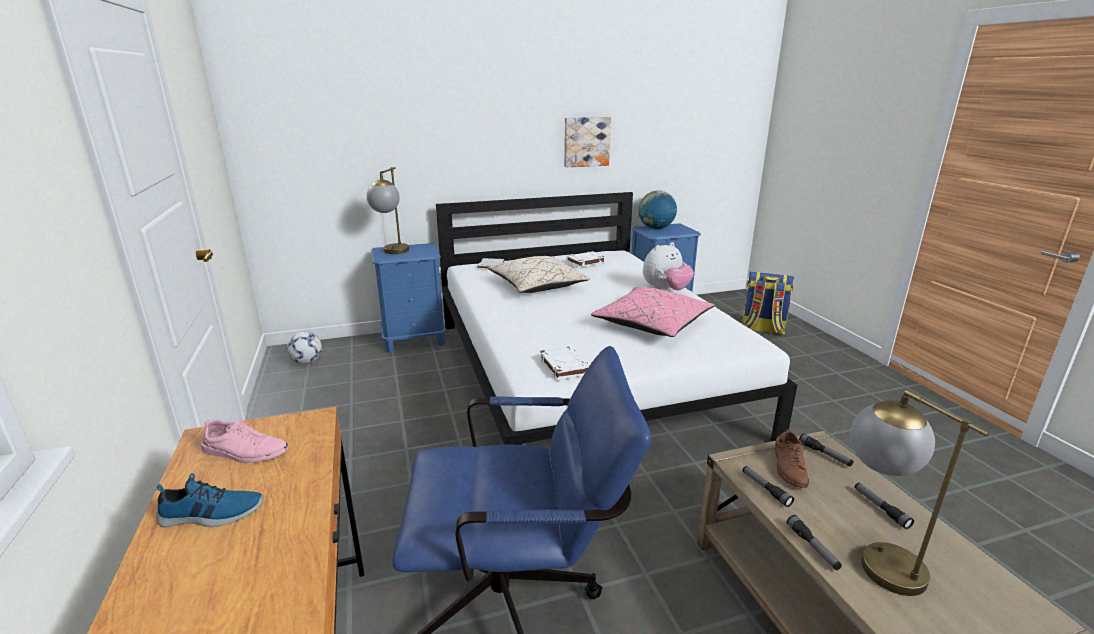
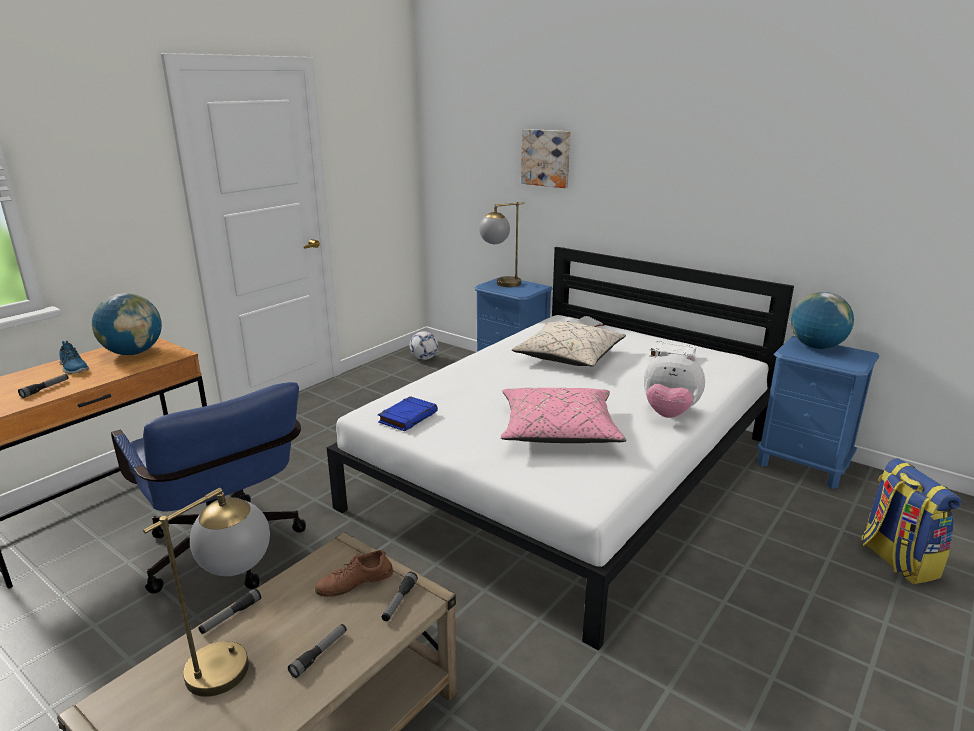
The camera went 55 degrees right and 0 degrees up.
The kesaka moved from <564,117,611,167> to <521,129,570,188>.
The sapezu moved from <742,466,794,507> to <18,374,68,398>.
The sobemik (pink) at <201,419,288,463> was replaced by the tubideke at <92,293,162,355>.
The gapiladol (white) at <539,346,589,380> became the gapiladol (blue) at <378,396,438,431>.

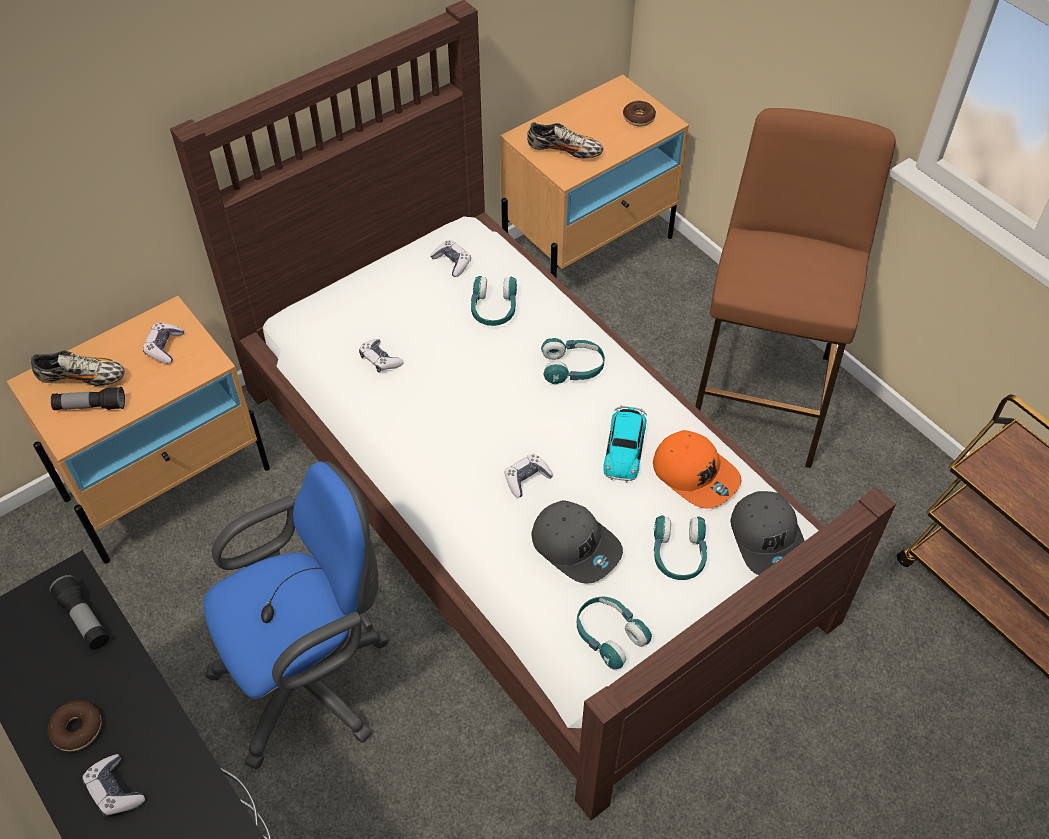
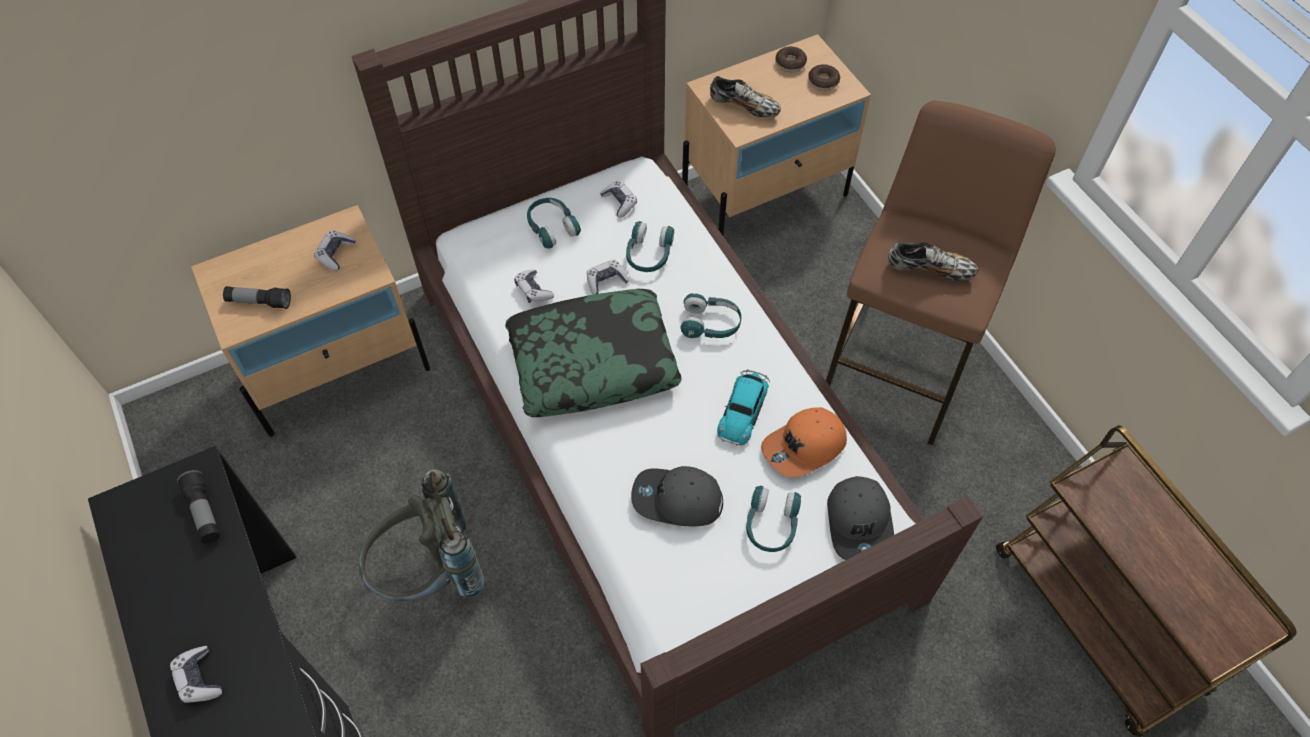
The camera went 10 degrees right and 5 degrees up.
The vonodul at <505,289,682,417> appeared.
The sobemik moved from <31,351,125,386> to <888,242,978,281>.
The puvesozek moved from <47,700,101,752> to <775,46,807,72>.
The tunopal moved from <505,453,554,498> to <587,260,629,294>.
The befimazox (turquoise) moved from <577,597,652,670> to <527,198,581,248>.
The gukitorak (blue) at <203,461,390,769> was replaced by the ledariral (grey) at <359,469,484,601>.
The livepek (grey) at <531,500,623,584> turned 135 degrees clockwise.
The livepek (orange) at <653,430,742,509> turned 90 degrees clockwise.

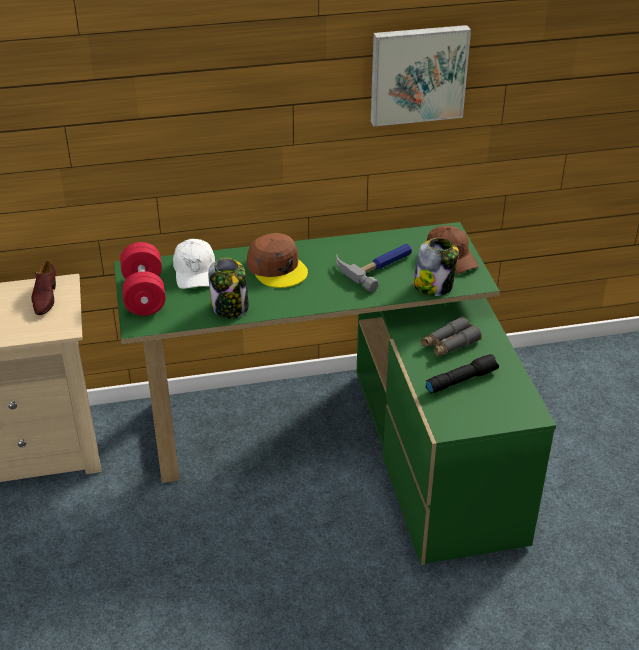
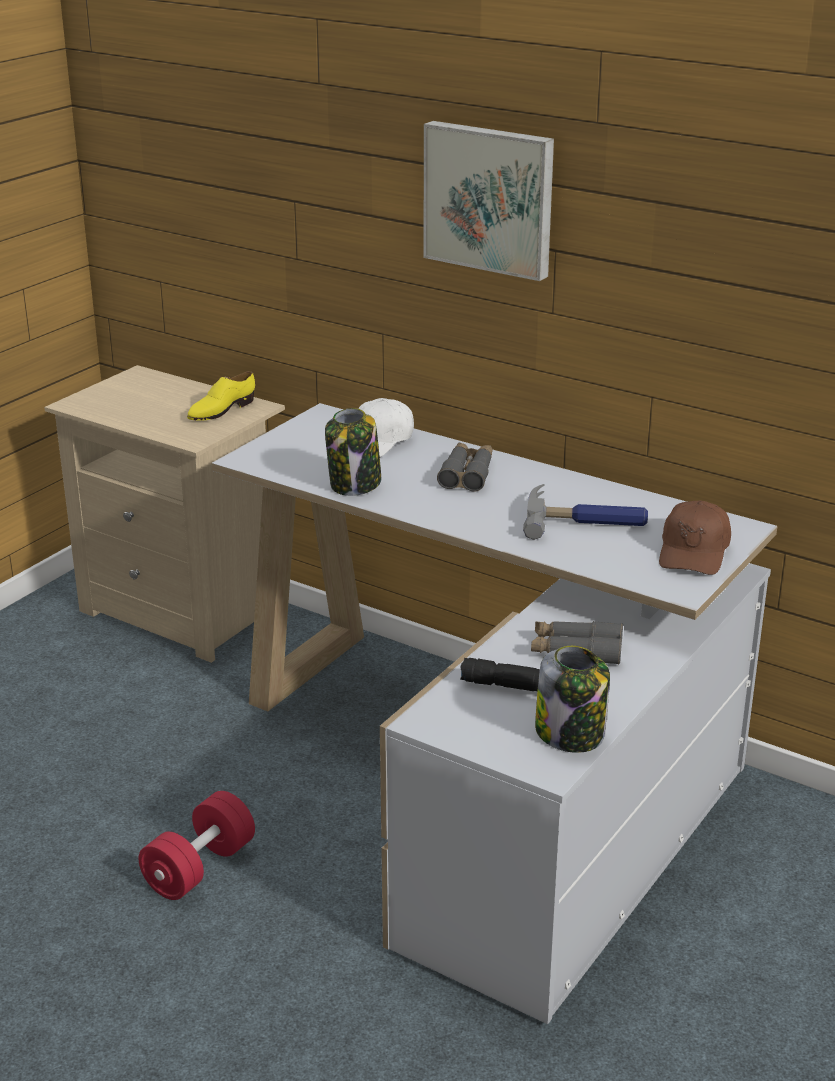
The camera went 45 degrees right and 10 degrees down.
The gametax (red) moved from <120,242,166,316> to <139,791,255,900>.
The kesaka moved from <371,25,471,127> to <424,121,554,281>.
The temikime moved from <413,238,459,296> to <535,646,610,753>.
The livepek (brown) at <247,233,308,288> was replaced by the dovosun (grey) at <437,443,493,492>.
The sobemik (brown) at <31,260,56,315> became the sobemik (yellow) at <187,371,255,421>.
The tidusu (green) at <114,222,556,565> became the tidusu (white) at <212,403,777,1024>.

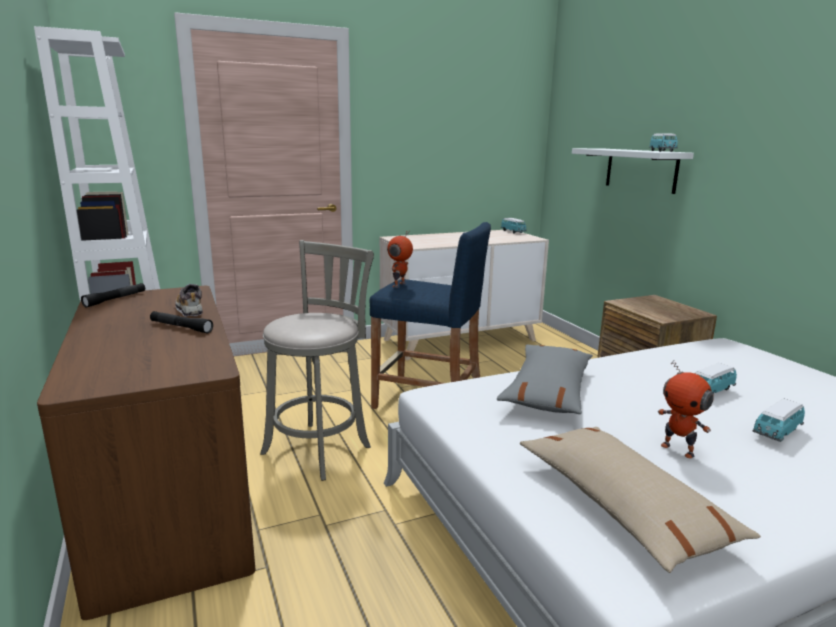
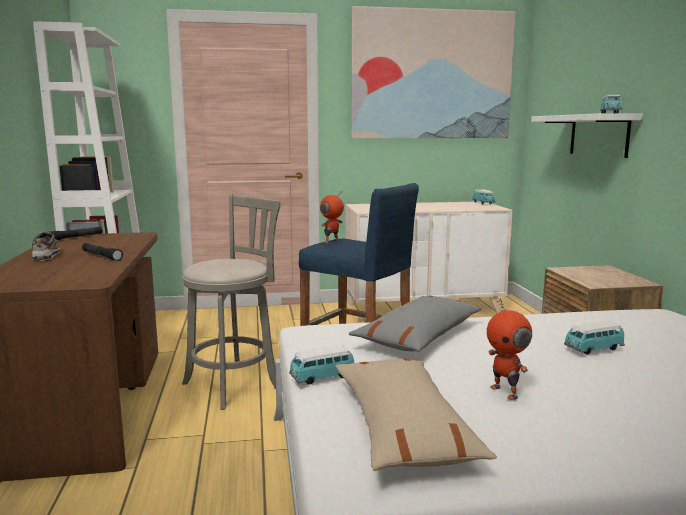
The camera went 15 degrees right and 5 degrees down.
The kesaka at <351,6,516,138> appeared.
The sobemik moved from <175,284,203,317> to <32,232,60,261>.
The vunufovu moved from <752,398,805,442> to <289,345,354,385>.

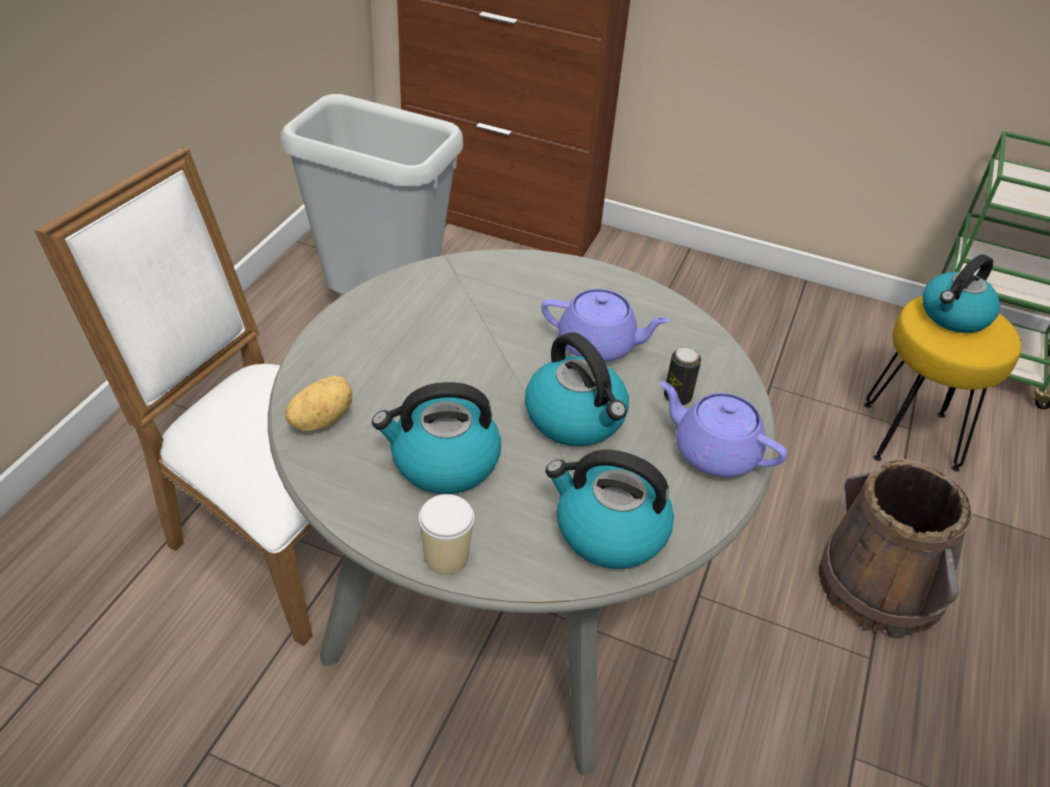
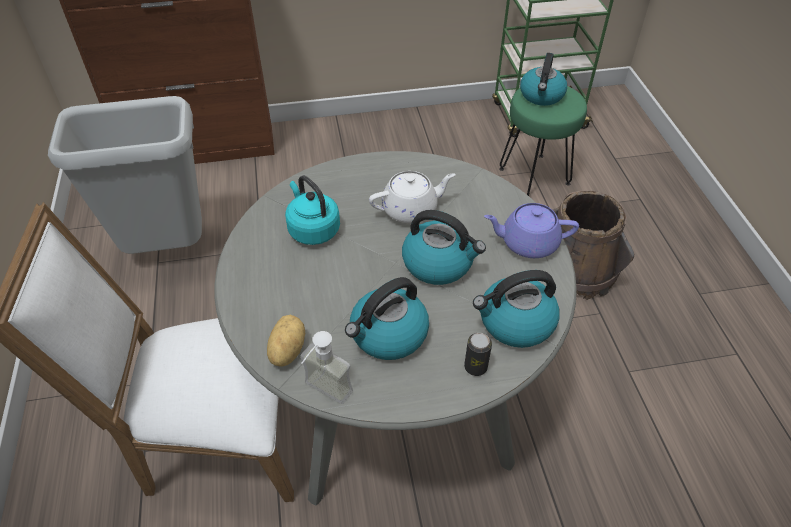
The camera went 30 degrees left and 5 degrees up.
The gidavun at <419,494,474,575> disappeared.
The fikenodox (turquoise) at <285,175,340,245> appeared.
The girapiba at <300,331,353,404> appeared.
The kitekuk moved from <664,347,701,405> to <464,333,492,376>.
The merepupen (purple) at <541,289,670,362> became the merepupen (white) at <369,171,456,223>.
The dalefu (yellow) at <864,296,1022,472> became the dalefu (green) at <499,86,587,196>.

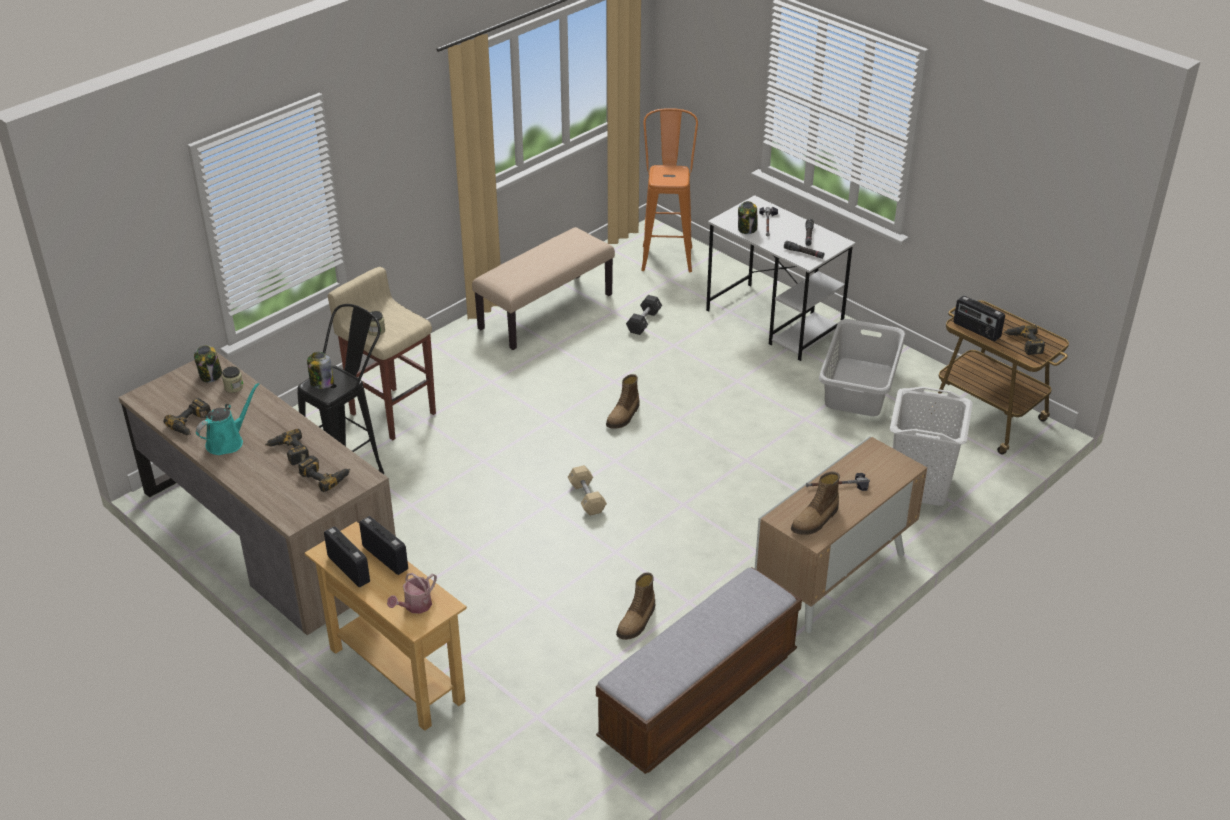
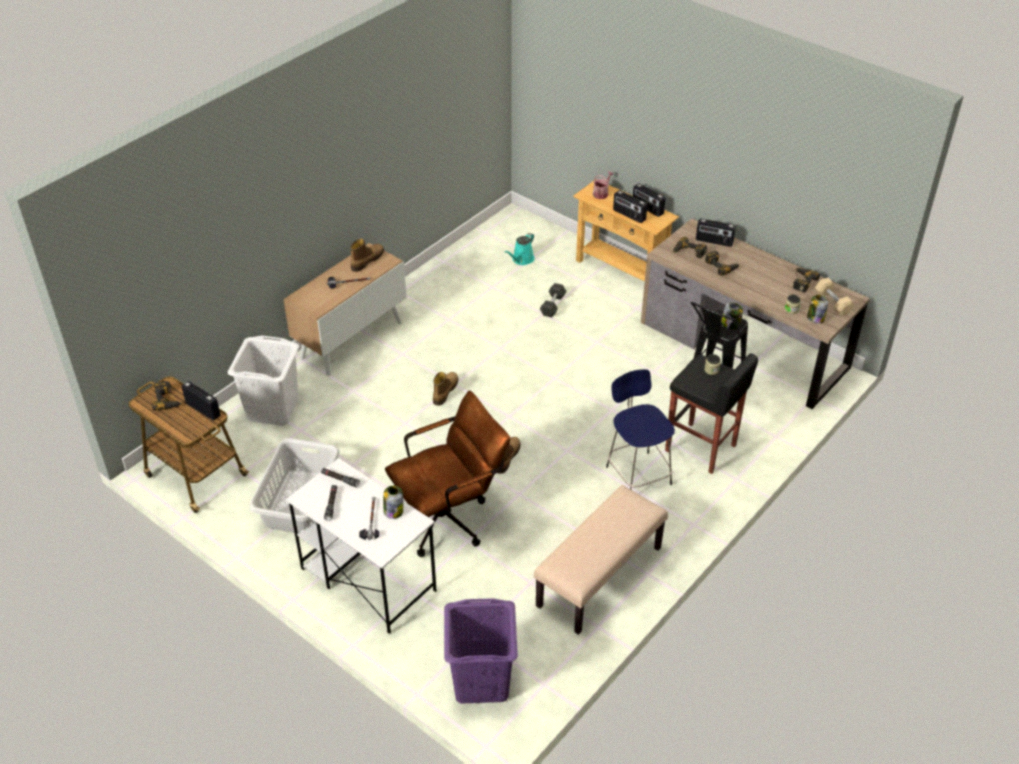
The camera went 175 degrees right and 5 degrees up.
The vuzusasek at <596,567,802,774> disappeared.
The gukitorak (brown) at <385,391,511,557> appeared.
The dalefu (blue) at <606,369,675,490> appeared.
The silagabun at <696,219,736,247> appeared.
The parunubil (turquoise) moved from <196,383,259,455> to <505,233,535,265>.
The gametax (beige) moved from <568,465,607,516> to <815,278,854,316>.
The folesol moved from <616,572,655,640> to <433,372,458,406>.
The gametax (black) moved from <626,295,662,335> to <540,283,566,317>.
The dalefu (orange) at <641,108,698,272> was replaced by the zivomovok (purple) at <444,598,518,703>.
The dalefu (beige) at <328,267,436,440> became the dalefu (black) at <665,353,758,474>.

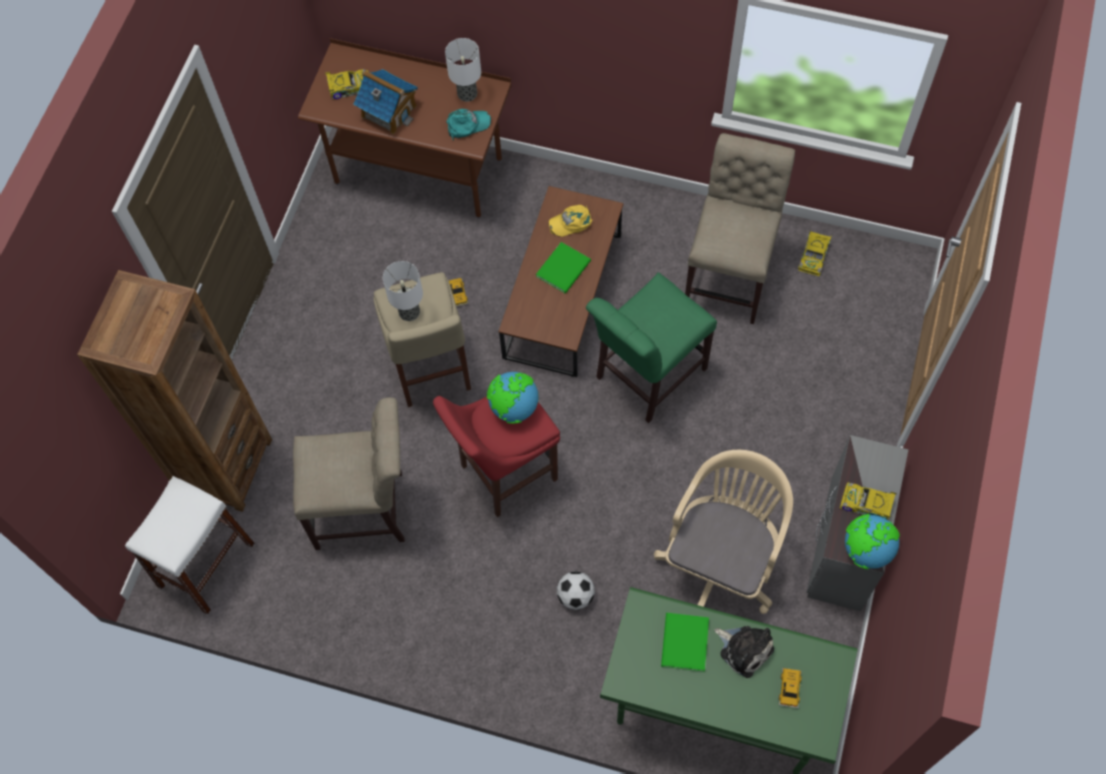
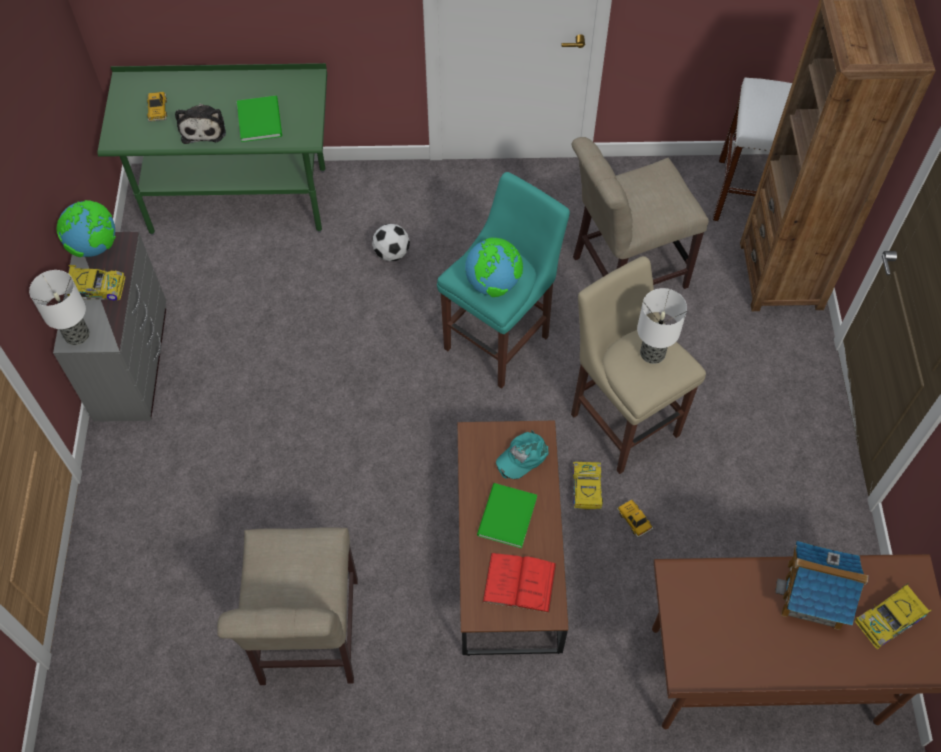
The camera went 160 degrees right and 5 degrees down.
The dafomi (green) at <586,272,717,423> disappeared.
The gukitorak (beige) at <654,450,793,614> disappeared.
The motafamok moved from <445,38,481,102> to <29,270,90,345>.
The livepek (turquoise) moved from <446,109,491,141> to <496,430,549,479>.
The vunufovu moved from <798,230,832,276> to <573,462,603,510>.
The livepek (yellow) at <548,205,592,237> was replaced by the gapiladol (red) at <482,553,557,613>.
The dalefu (red) at <433,396,560,517> became the dalefu (turquoise) at <437,172,570,389>.
The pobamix at <714,626,774,678> turned 120 degrees counterclockwise.

